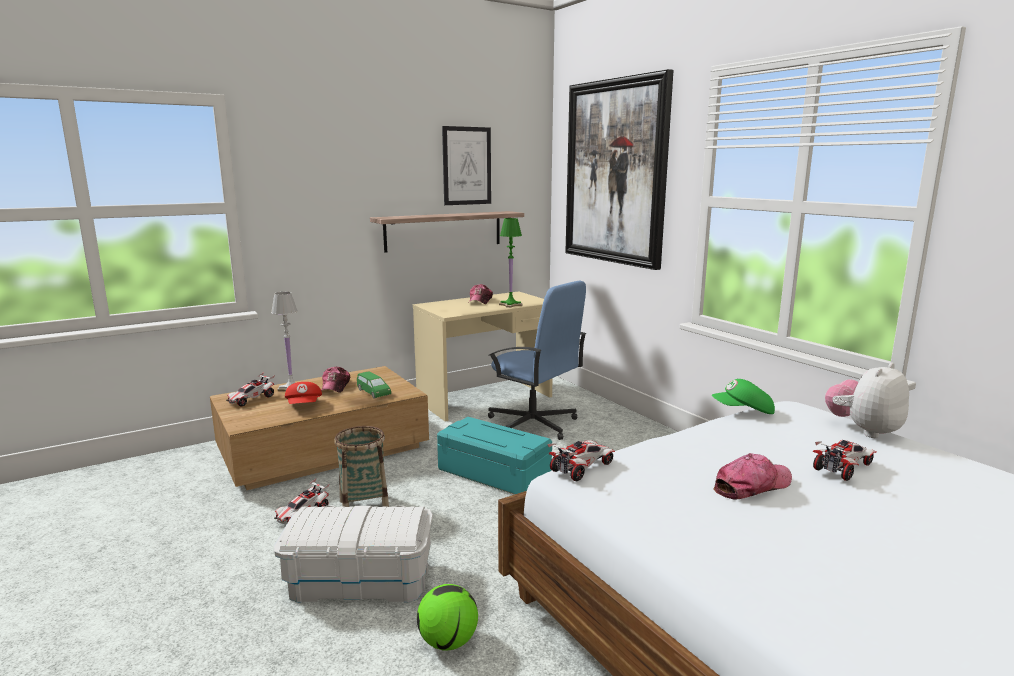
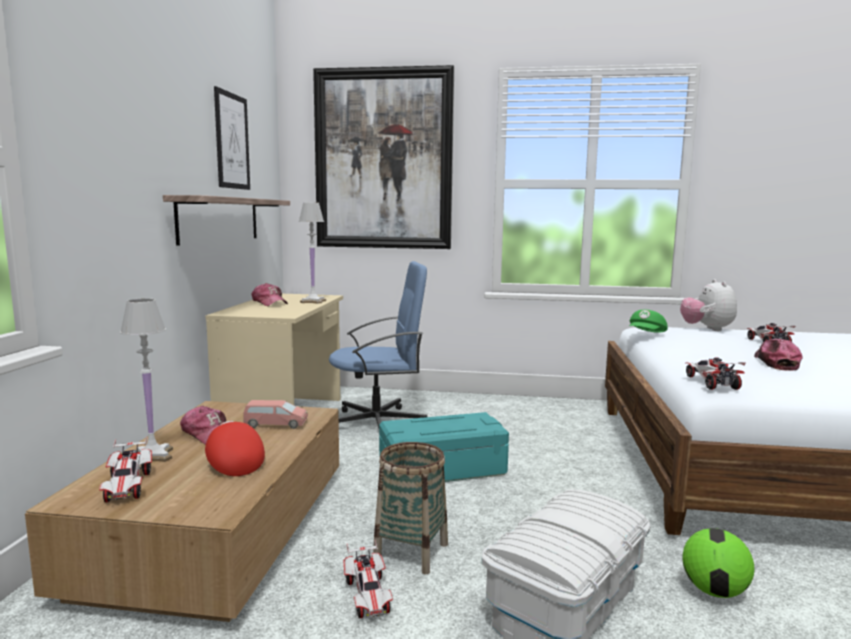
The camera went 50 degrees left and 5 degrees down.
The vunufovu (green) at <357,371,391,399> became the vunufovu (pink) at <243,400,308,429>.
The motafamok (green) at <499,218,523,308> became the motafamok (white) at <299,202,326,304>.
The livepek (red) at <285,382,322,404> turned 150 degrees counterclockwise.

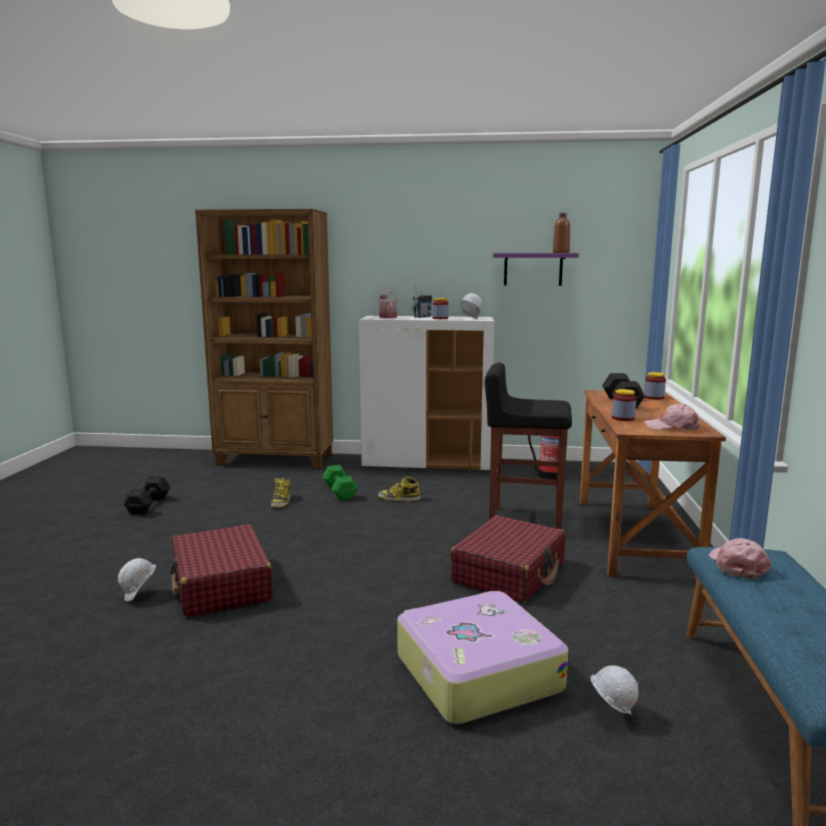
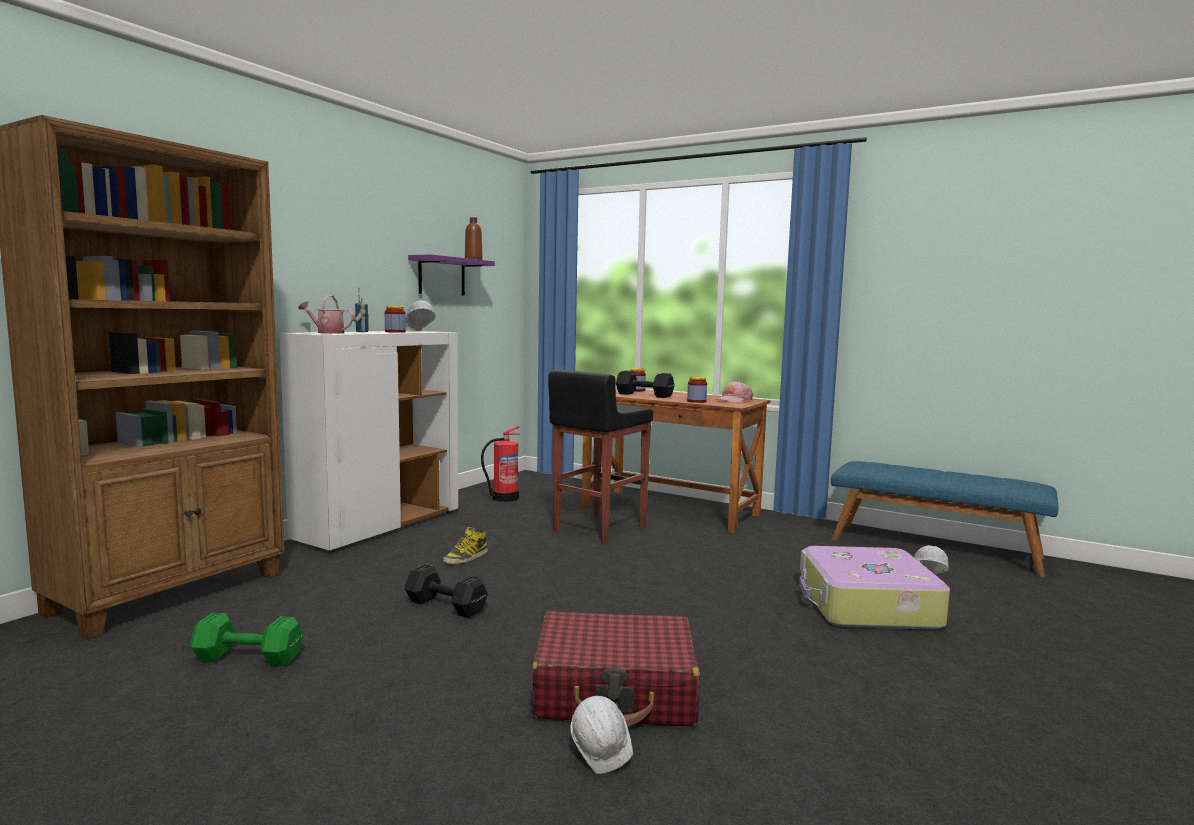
The camera went 65 degrees left and 5 degrees down.
The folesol at <271,478,291,508> disappeared.
The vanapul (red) at <451,515,565,603> disappeared.
The livepek (pink) at <709,538,771,579> disappeared.
The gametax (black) moved from <123,476,170,515> to <405,564,488,618>.
The gametax (green) moved from <323,465,358,501> to <190,613,303,666>.

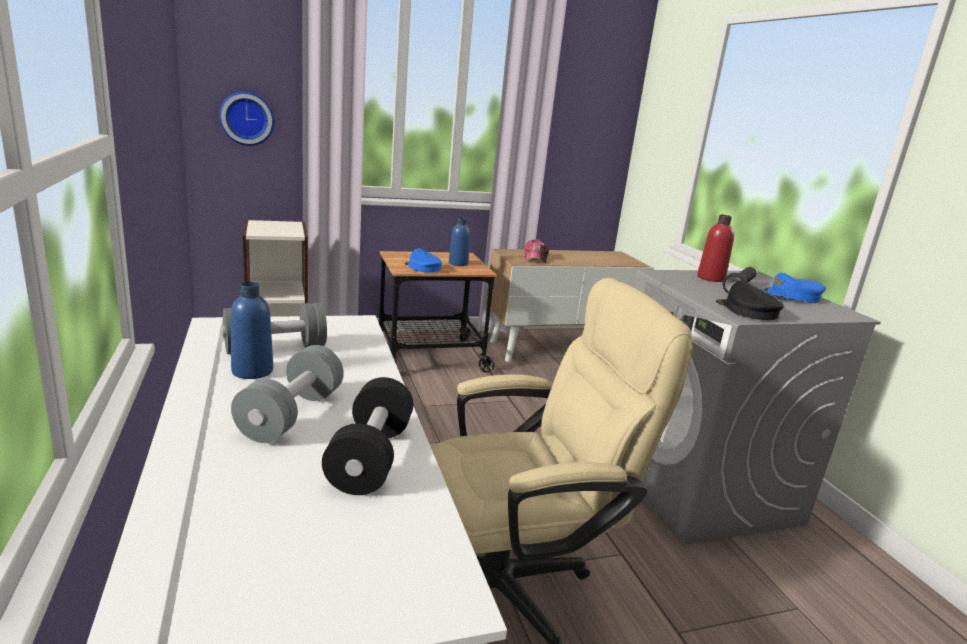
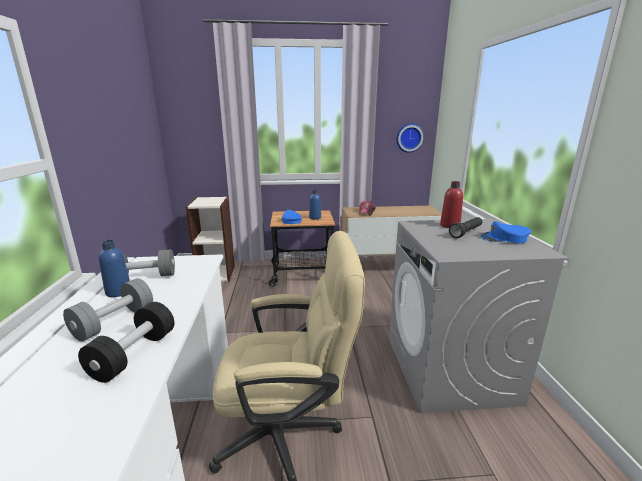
The camera went 15 degrees right and 0 degrees up.
The livepek (black) at <715,280,784,320> disappeared.
The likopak moved from <219,91,275,146> to <396,124,424,153>.

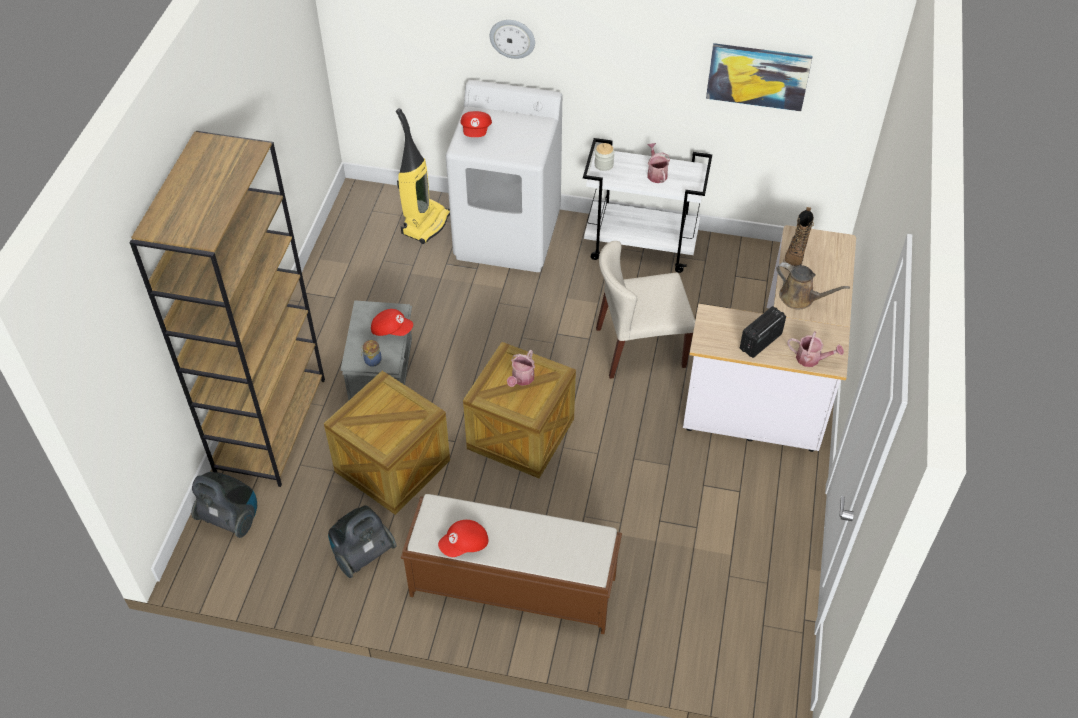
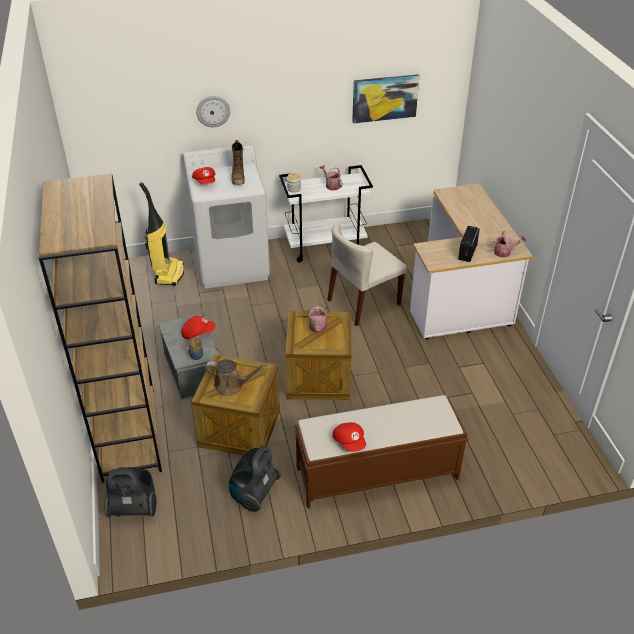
The camera went 25 degrees left and 10 degrees down.
The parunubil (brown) moved from <776,262,850,309> to <205,359,267,396>.
The folesol moved from <783,207,814,271> to <231,140,245,185>.
The livepek (red) at <438,520,488,557> turned 60 degrees counterclockwise.

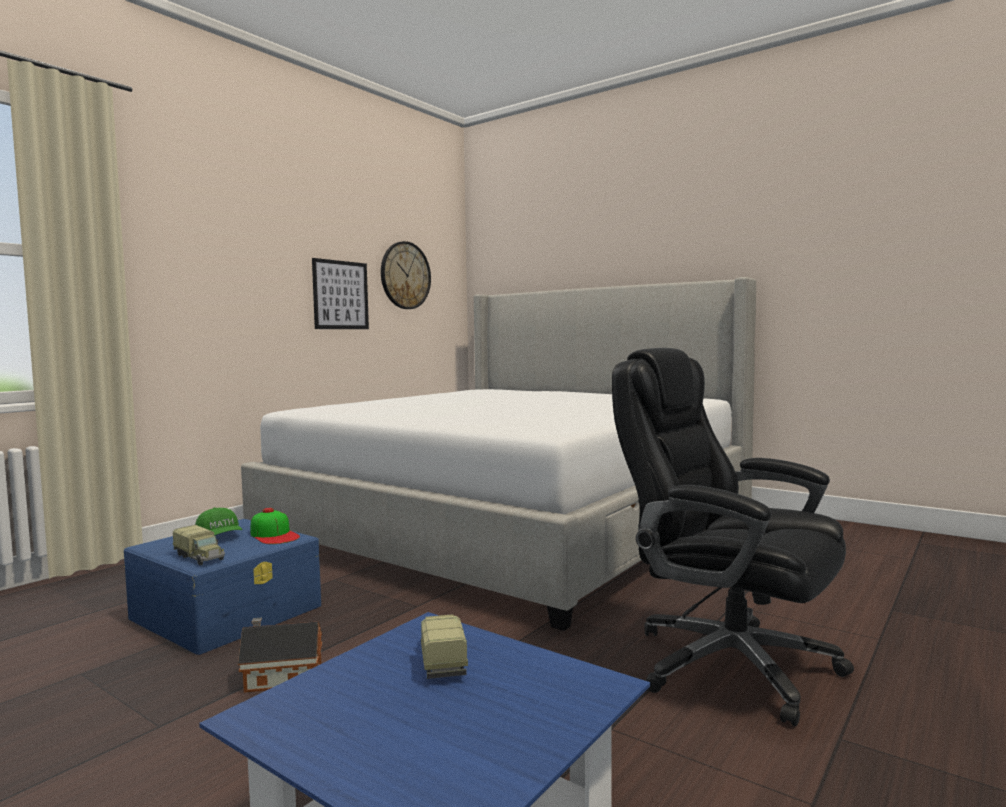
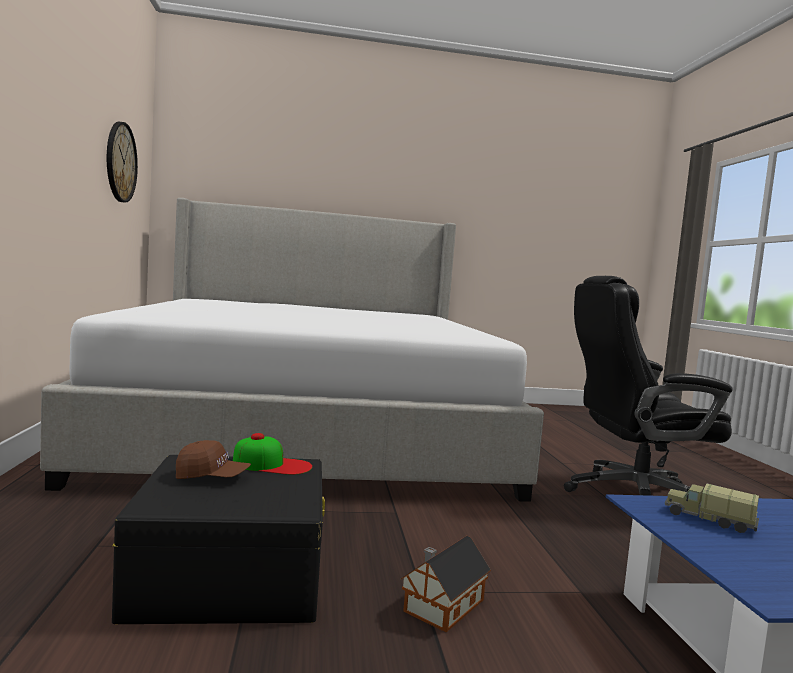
The camera went 45 degrees left and 0 degrees up.
The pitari at <173,525,225,566> disappeared.
The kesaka at <312,258,369,329> disappeared.
The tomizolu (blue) at <124,519,321,655> became the tomizolu (black) at <112,455,325,624>.
The livepek (green) at <195,508,242,535> became the livepek (brown) at <176,440,251,479>.

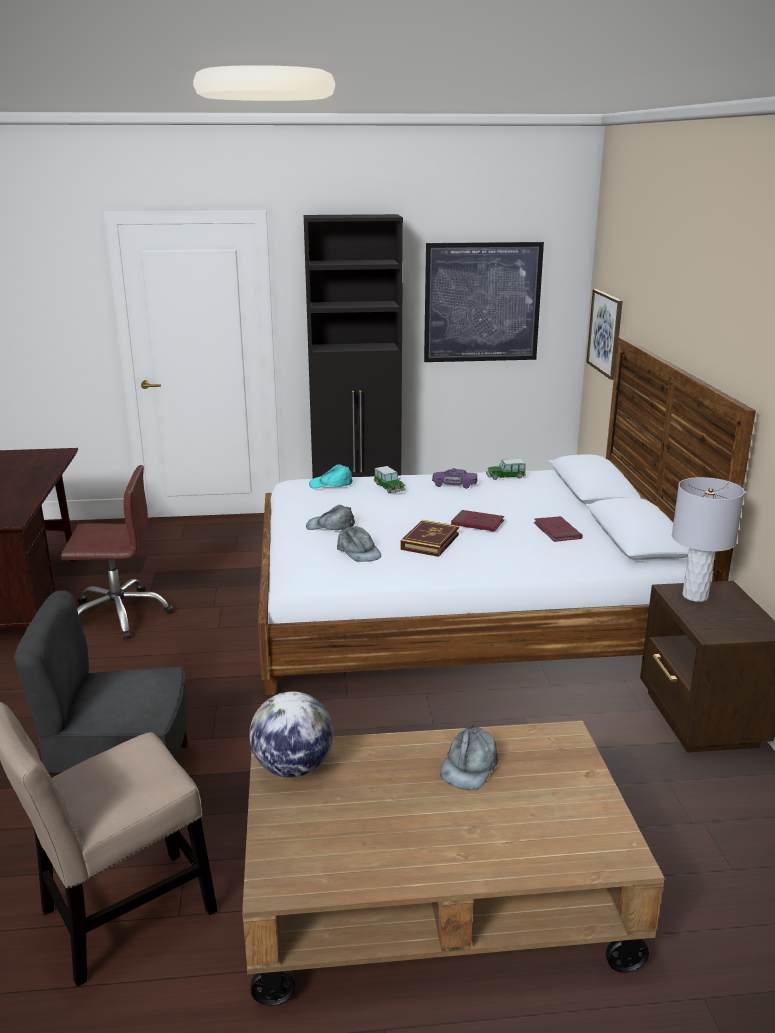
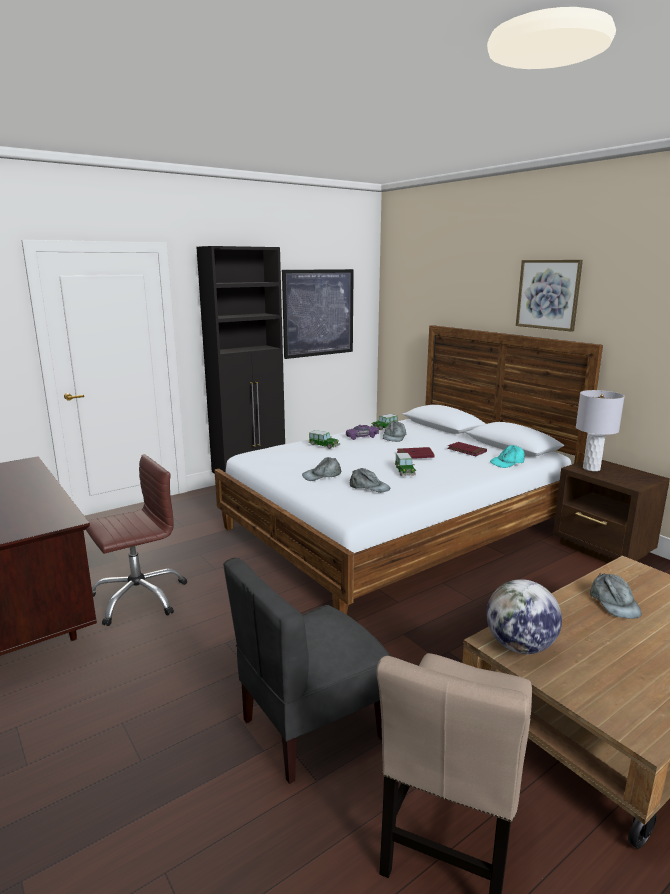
The camera went 30 degrees left and 5 degrees down.
The livepek (grey) at <383,421,407,442> appeared.
The livepek (turquoise) moved from <309,464,352,488> to <490,445,525,468>.
The kesaka moved from <586,289,622,380> to <516,260,583,332>.
The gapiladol at <400,520,459,557> was replaced by the vunufovu at <395,453,416,476>.

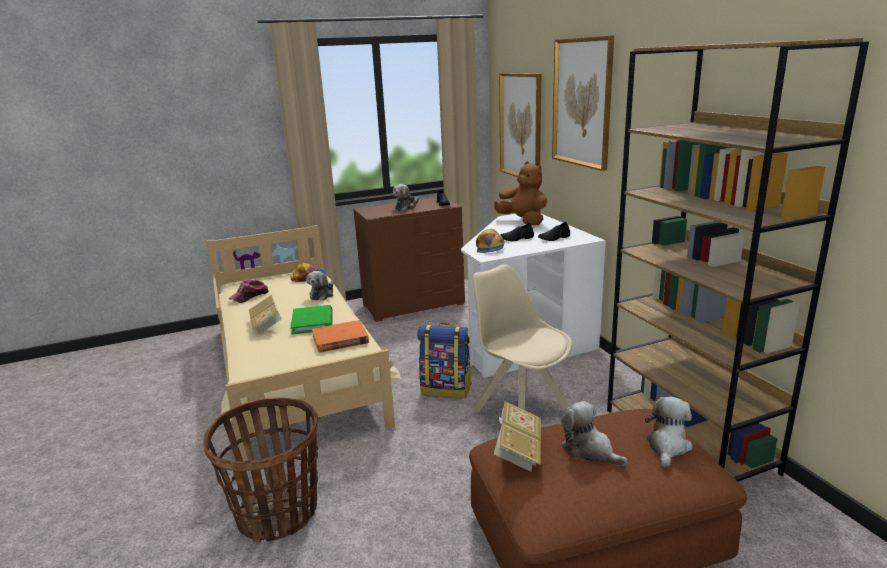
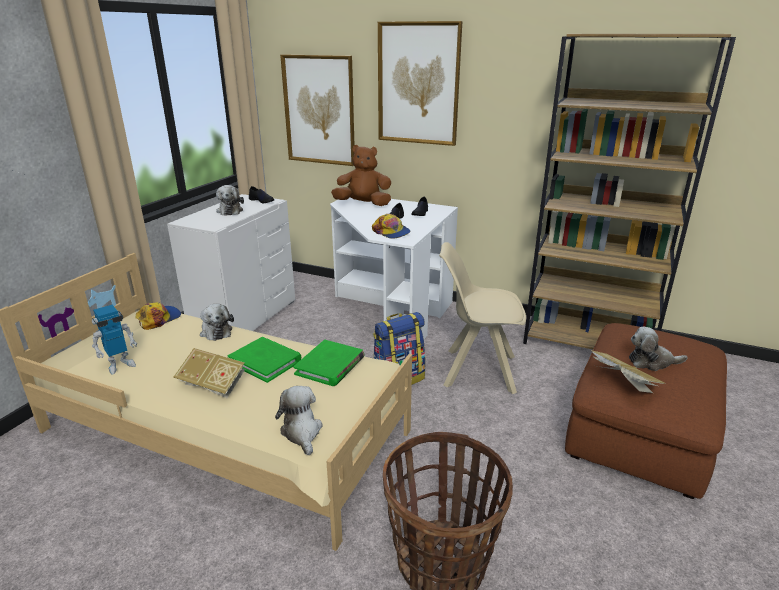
The camera went 45 degrees left and 5 degrees up.
The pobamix moved from <645,397,693,468> to <275,386,323,455>.
The livepek at <228,280,269,303> was replaced by the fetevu at <92,305,137,374>.
The gapiladol (orange) at <312,320,369,352> became the gapiladol (green) at <293,340,364,386>.
The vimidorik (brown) at <353,197,465,322> became the vimidorik (white) at <167,194,295,331>.

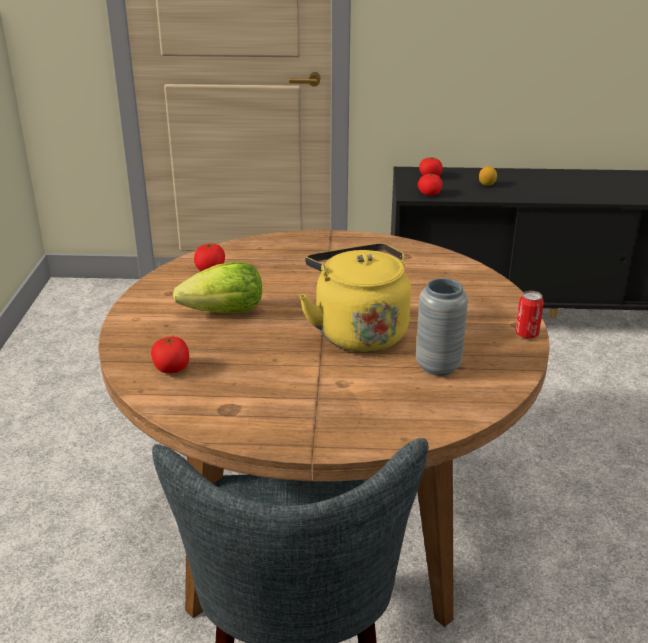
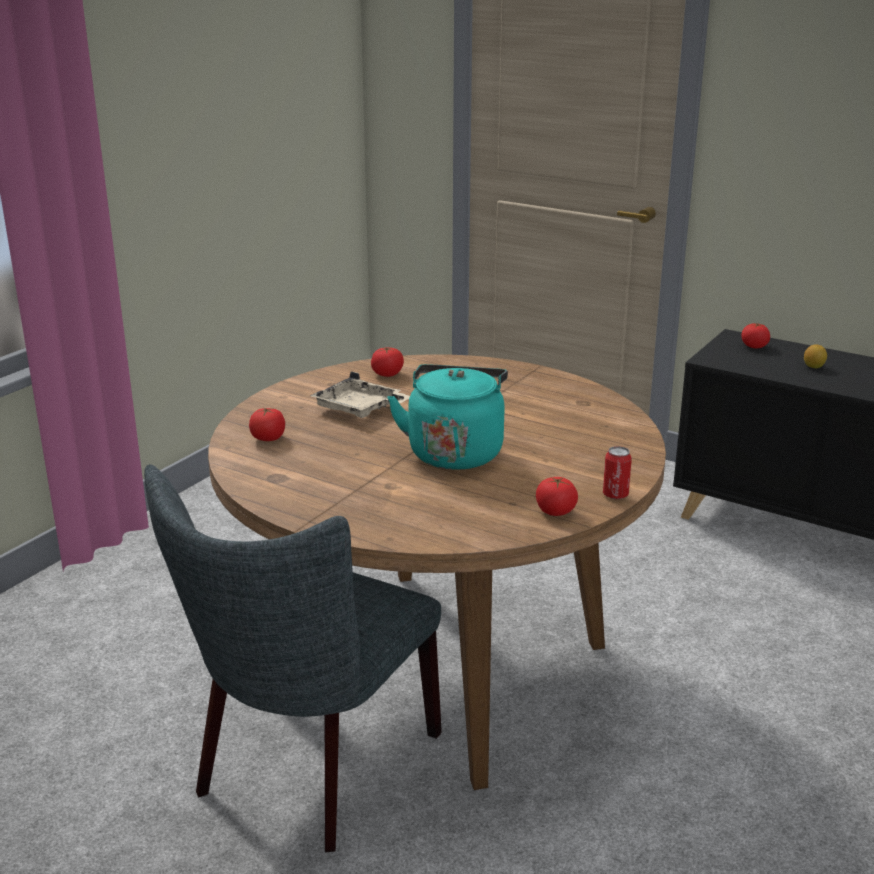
The camera went 30 degrees right and 5 degrees down.
The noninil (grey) at <416,278,468,376> disappeared.
The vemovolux moved from <418,174,443,196> to <536,477,578,516>.
The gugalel at <173,262,262,313> was replaced by the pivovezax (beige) at <310,372,410,418>.
The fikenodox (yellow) at <299,243,411,352> became the fikenodox (turquoise) at <387,364,508,470>.

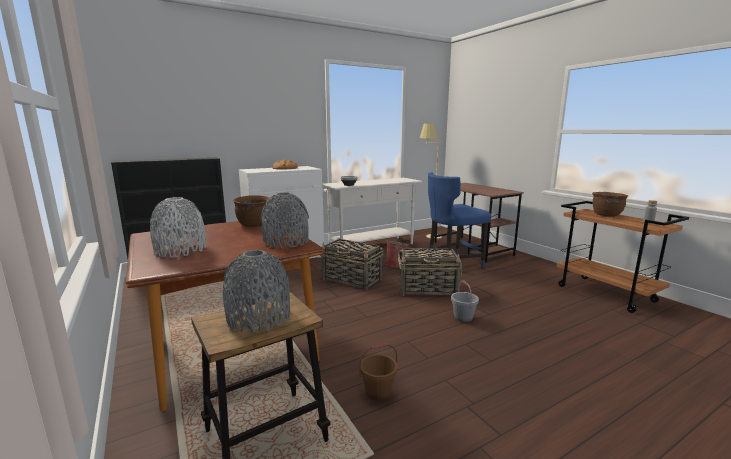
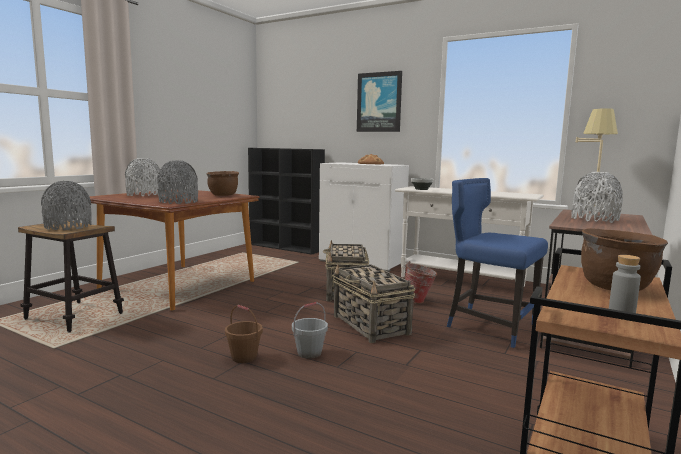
The camera went 60 degrees right and 5 degrees down.
The kesaka at <357,71,402,132> appeared.
The noninil (grey) at <571,172,623,223> appeared.
The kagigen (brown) moved from <359,343,398,401> to <225,305,263,363>.

